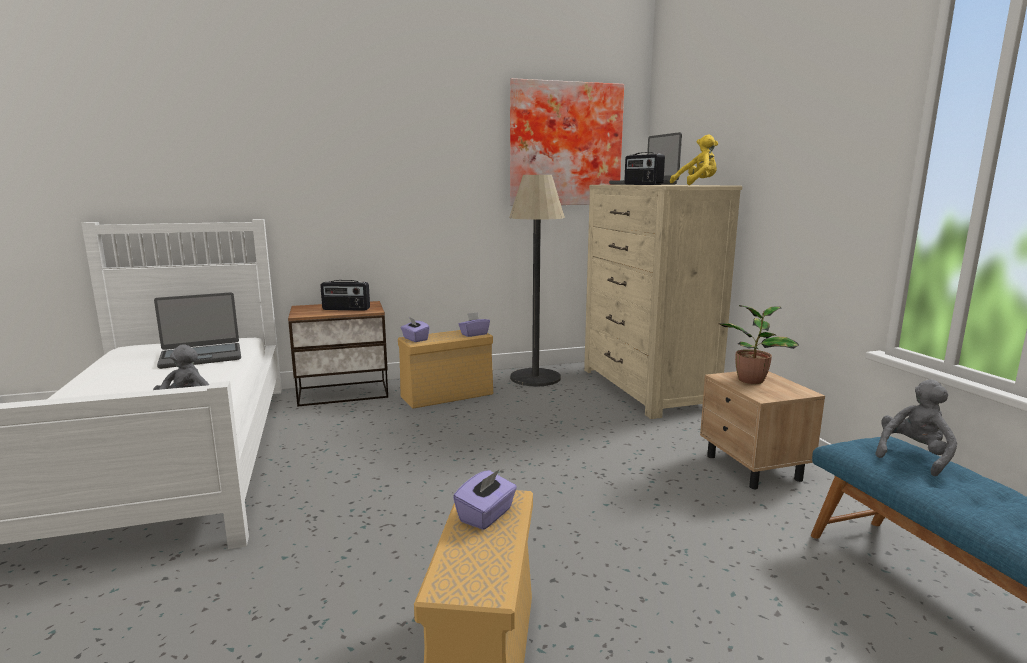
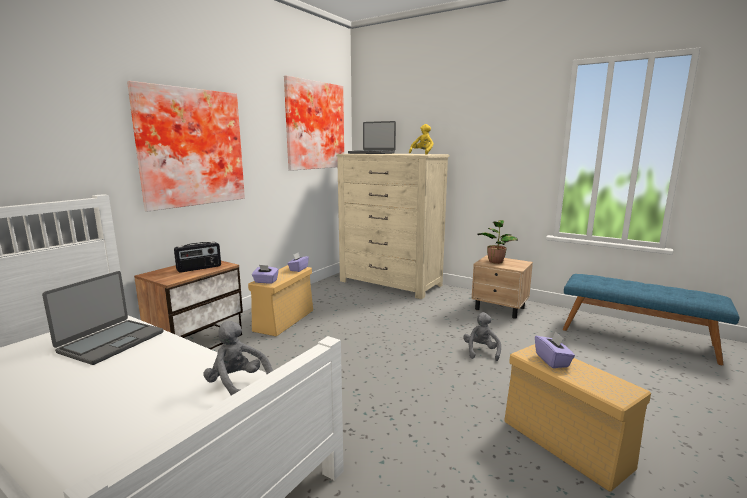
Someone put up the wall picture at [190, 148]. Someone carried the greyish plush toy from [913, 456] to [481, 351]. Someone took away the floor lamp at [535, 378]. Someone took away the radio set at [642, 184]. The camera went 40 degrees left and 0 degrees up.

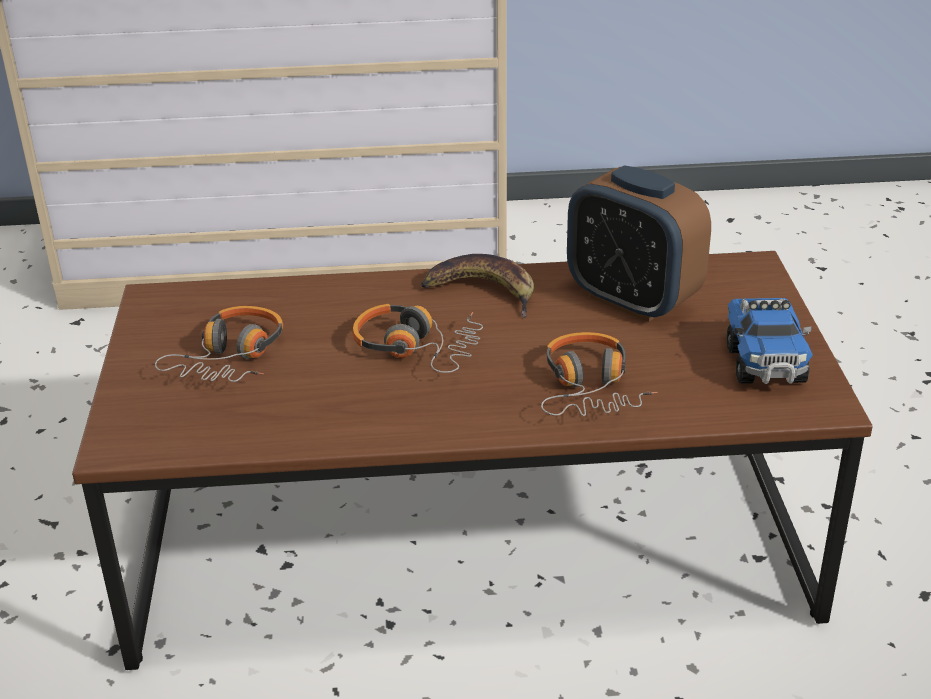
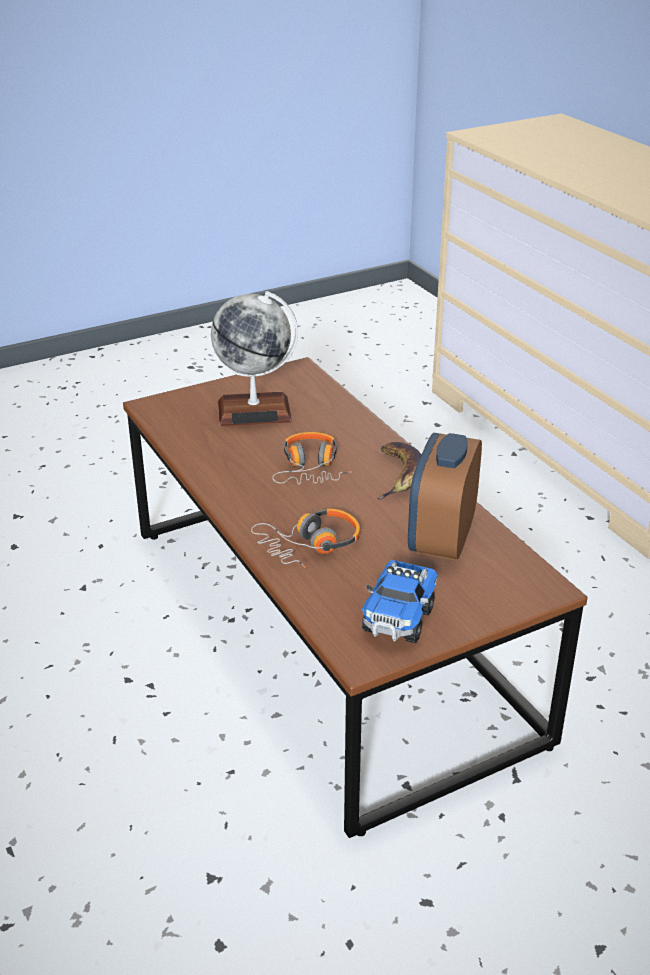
Someone swapped the headset at [231, 358] for the desk globe at [254, 411]. Someone rotated the model truck at [764, 363] by 45 degrees counterclockwise. The camera went 65 degrees right and 0 degrees up.

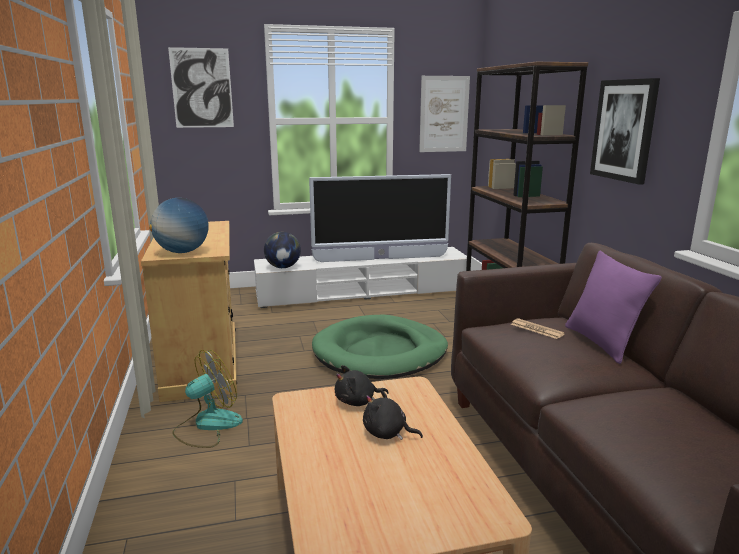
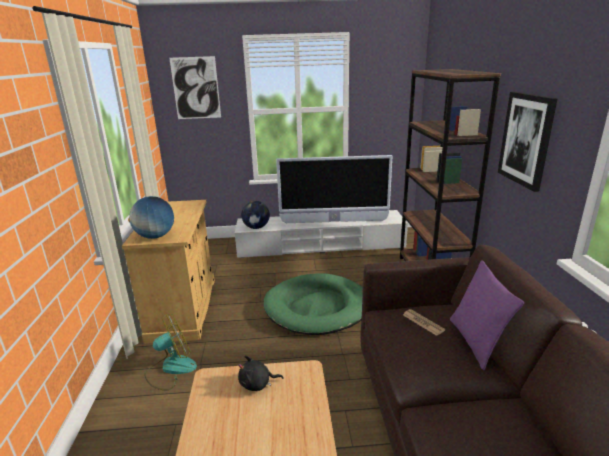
Someone took away the blackish plush toy at [387, 433]. Someone took away the wall picture at [444, 114]. The camera went 10 degrees right and 5 degrees up.

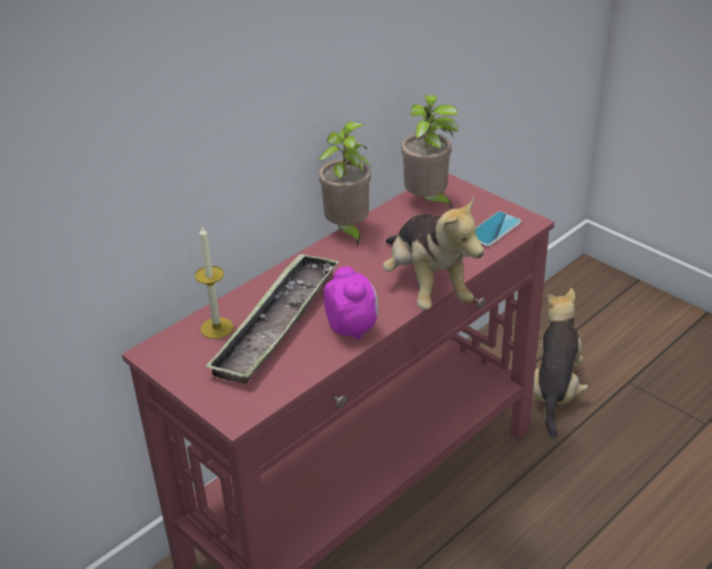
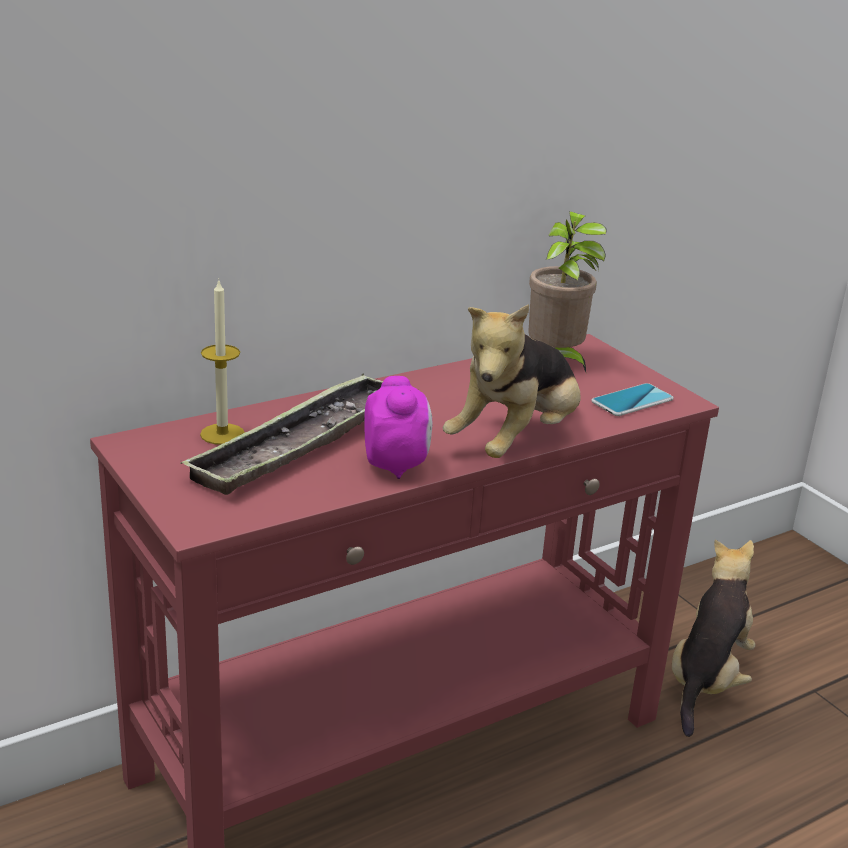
Someone rotated the plush toy at [427, 287] by 45 degrees clockwise. Someone took away the potted plant at [347, 231]. The camera went 10 degrees right and 10 degrees down.

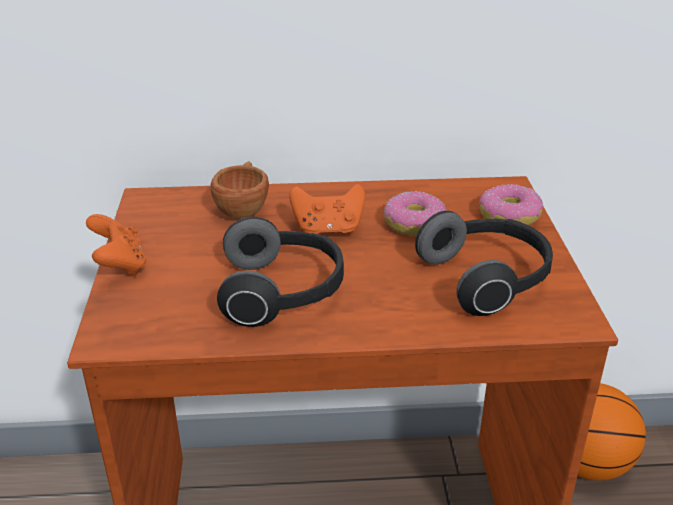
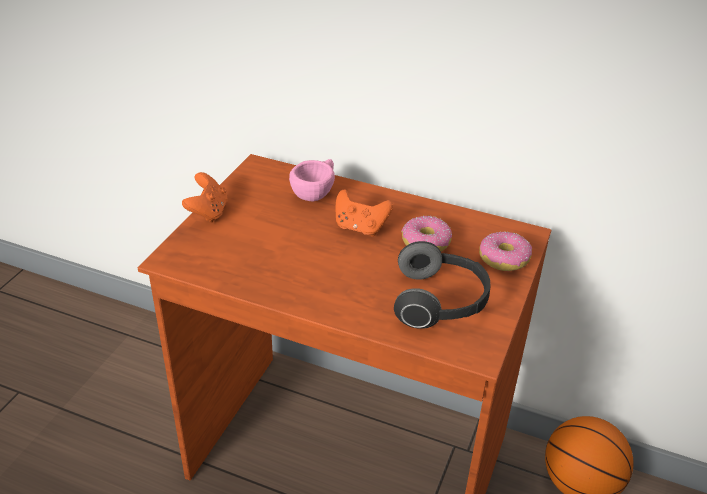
Someone repainted the brown-coloured cup at [243, 208], which became the pink cup at [316, 193]. Someone took away the headset at [283, 293]. The camera went 25 degrees right and 5 degrees up.

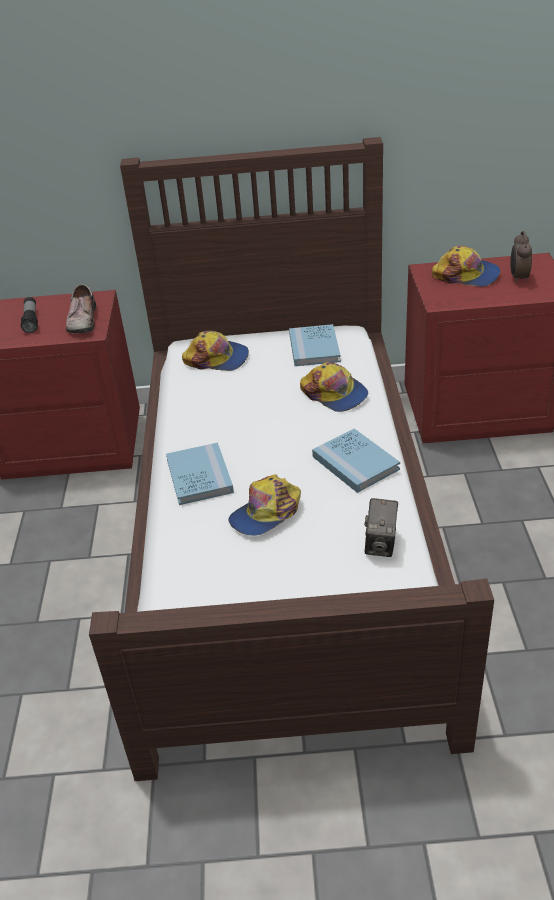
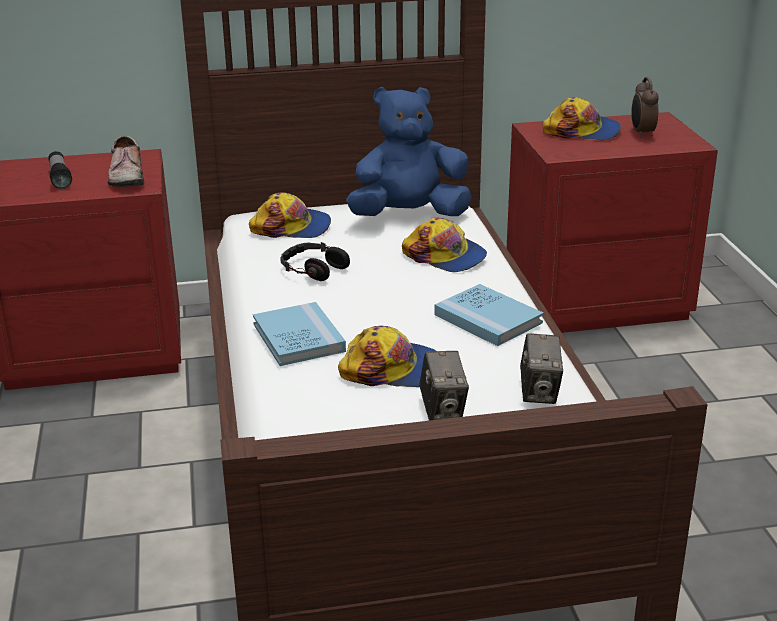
Someone put down the headset at [314, 269]. Someone rotated the baseball cap at [266, 513] by 120 degrees counterclockwise. Someone swapped the blue bound book at [314, 348] for the blue plush toy at [409, 215]. Someone put down the still camera at [443, 410]. The camera went 10 degrees left and 10 degrees down.

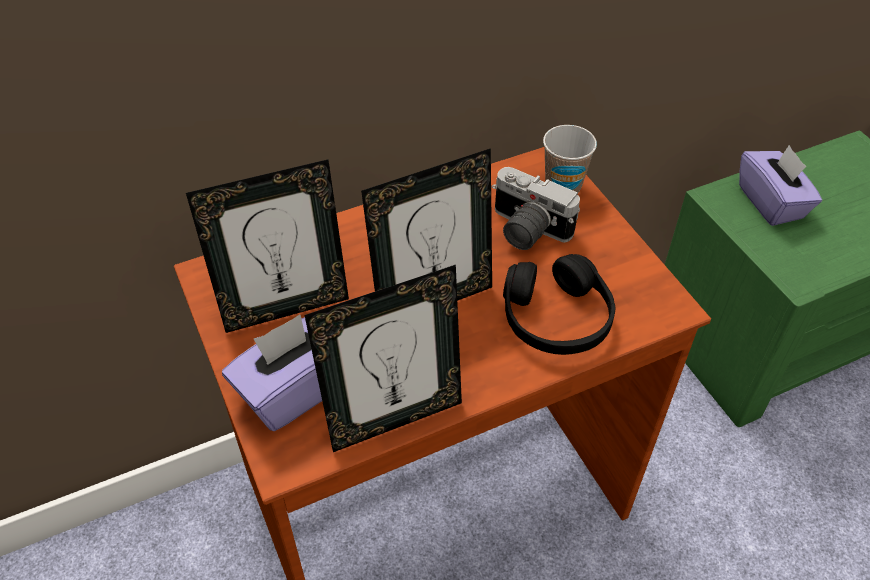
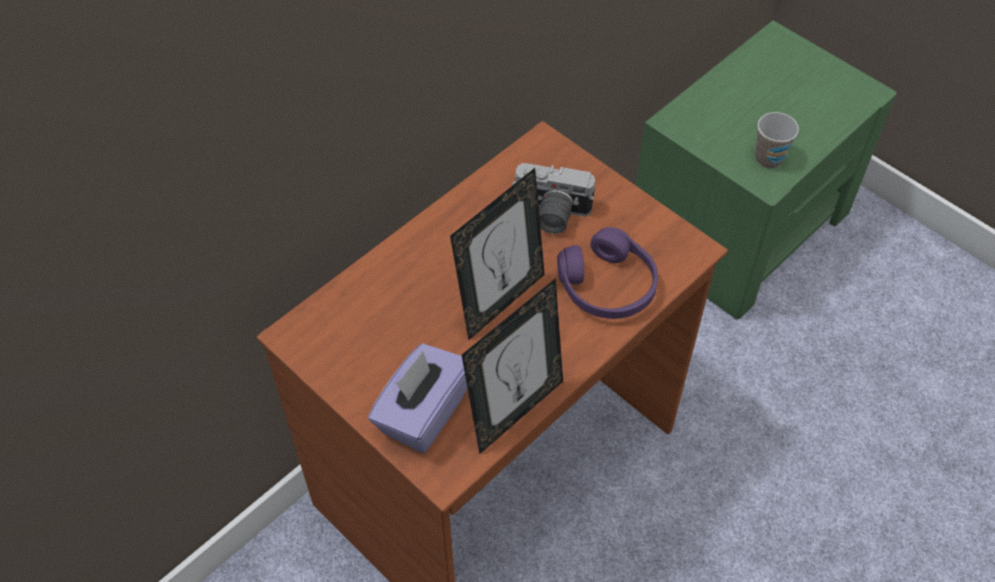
Someone repainted the blackish headset at [556, 318], which became the purplish headset at [607, 286]. Someone carried the cup from [563, 187] to [768, 159]. Someone took away the photo frame at [285, 308]. Someone took away the purplish box of tissues at [771, 202]. The camera went 20 degrees left and 5 degrees up.

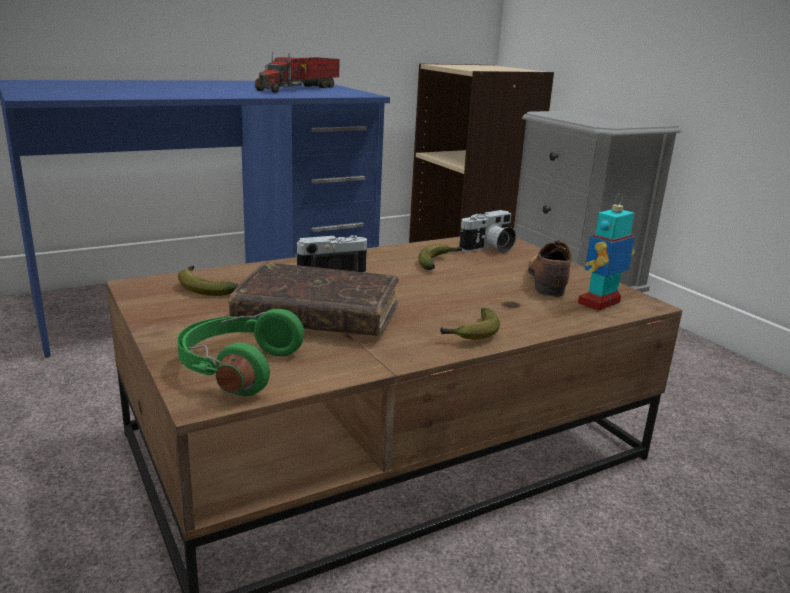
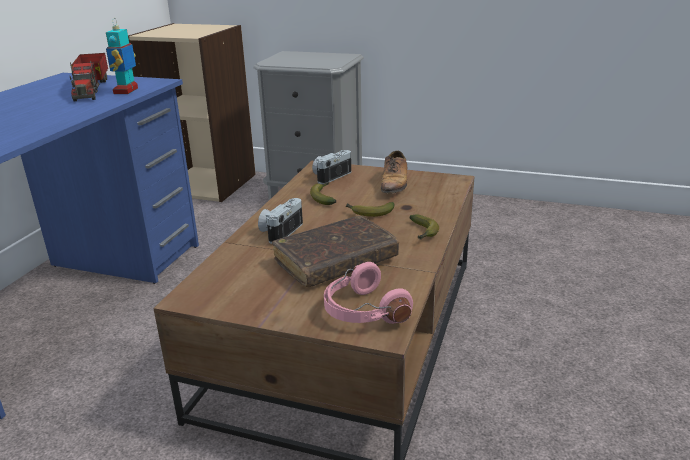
Someone carried the model robot from [600, 303] to [126, 91]. Someone rotated the still camera at [489, 249] by 150 degrees counterclockwise. Someone repainted the green-coloured headset at [235, 367], which became the pink headset at [362, 311]. Someone carried the whole banana from [203, 287] to [369, 213]. Someone rotated the shoe at [547, 279] by 135 degrees counterclockwise. The camera went 40 degrees left and 5 degrees up.

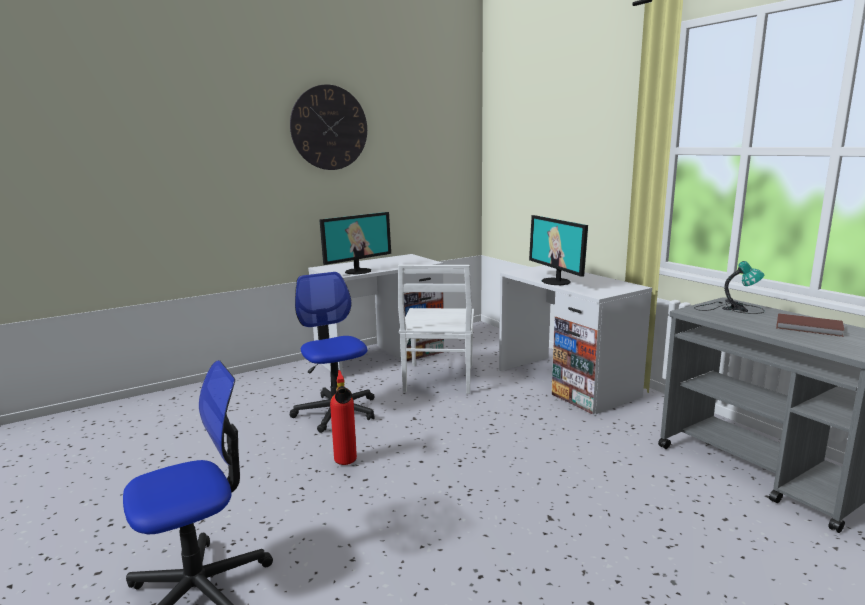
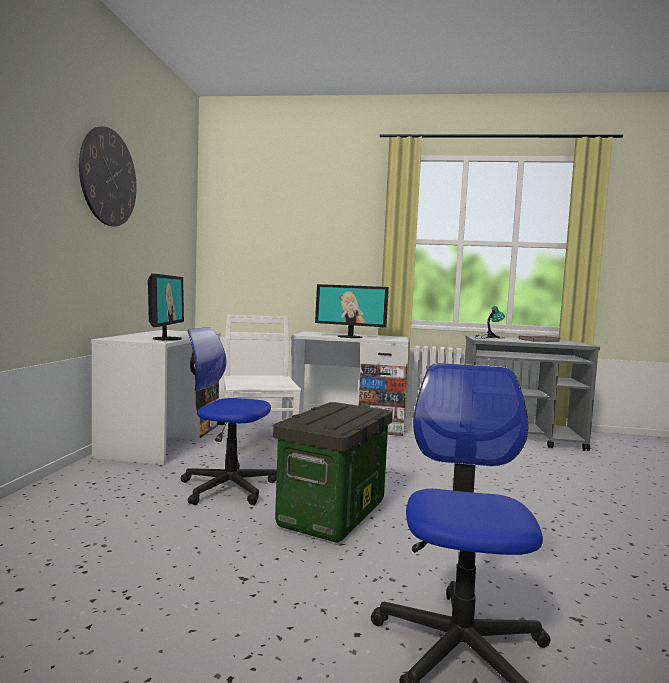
Someone rotated the white upright chair at [438, 379] by 150 degrees counterclockwise. Someone swapped the extinguisher at [346, 464] for the storage container at [333, 515]. The camera went 50 degrees left and 10 degrees down.

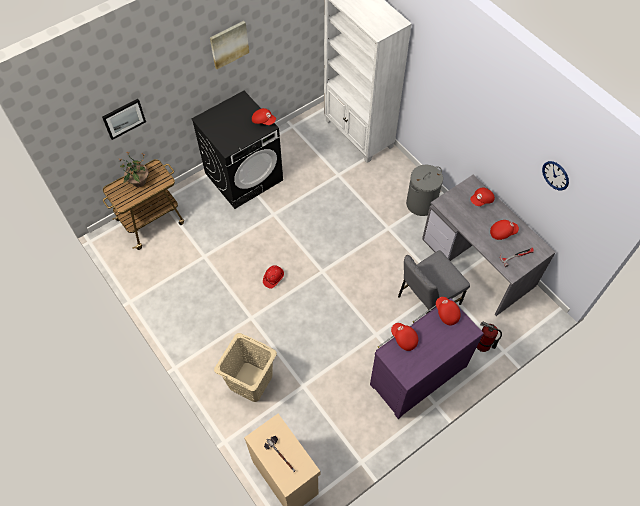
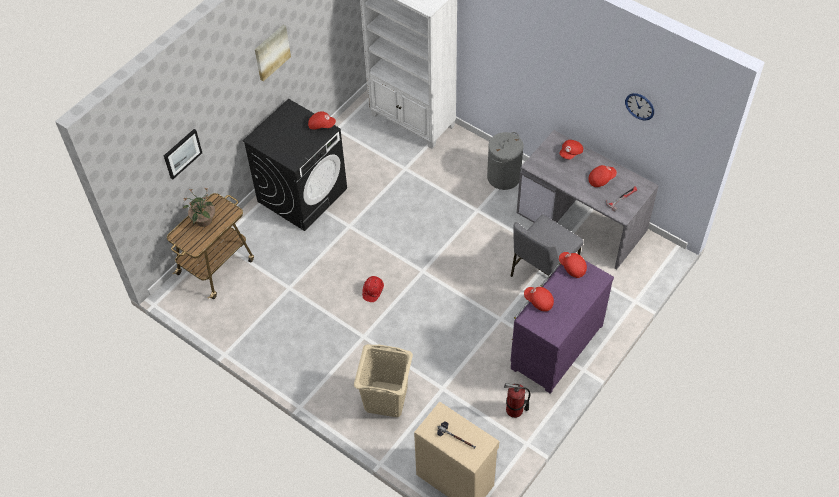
Someone carried the extinguisher from [483, 345] to [514, 410]. The camera went 15 degrees left and 5 degrees down.

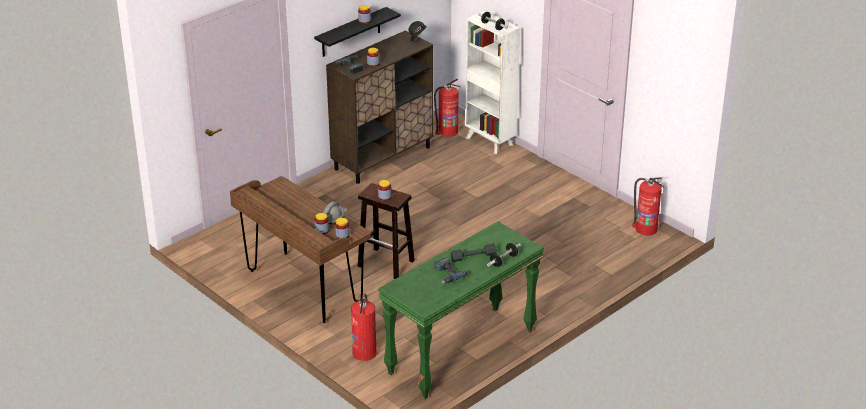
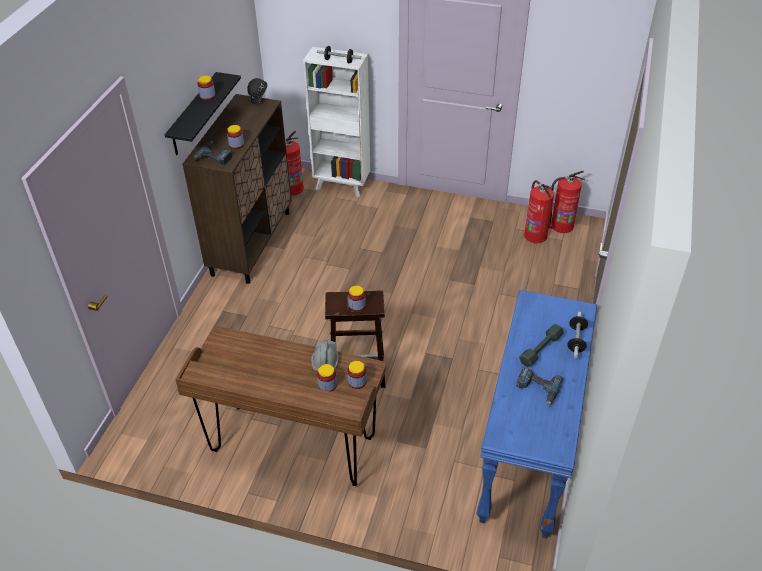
Someone repainted the green-coloured console table at [461, 353], which became the blue console table at [529, 452]. Someone carried the extinguisher from [364, 352] to [535, 235]. The camera went 30 degrees left and 10 degrees up.

